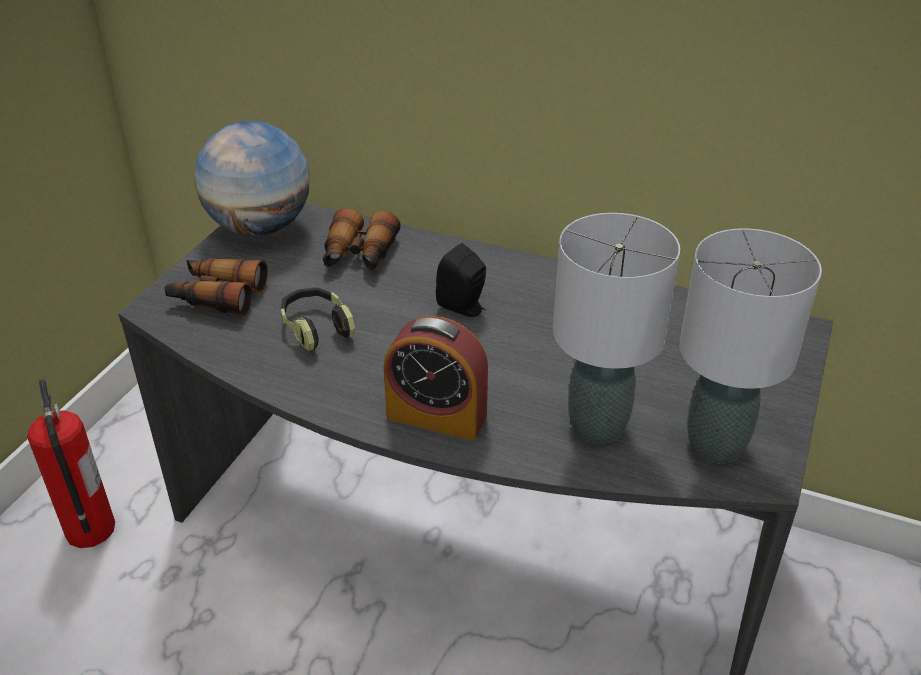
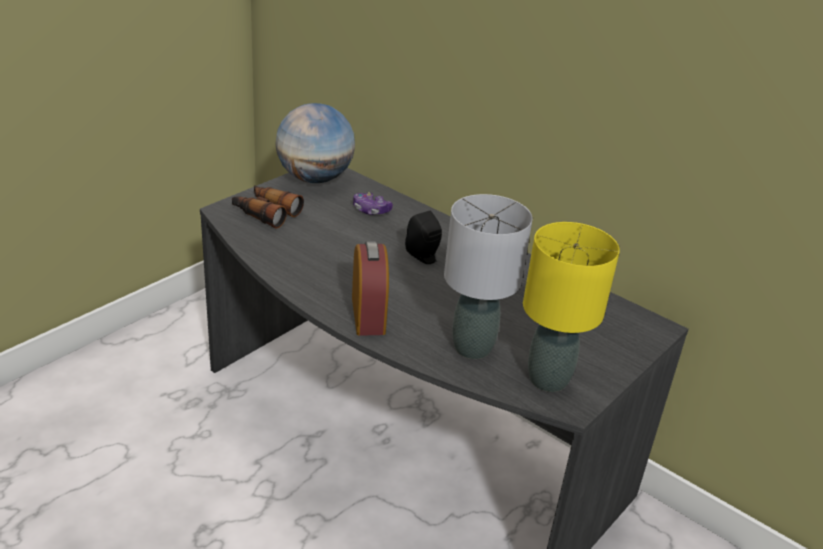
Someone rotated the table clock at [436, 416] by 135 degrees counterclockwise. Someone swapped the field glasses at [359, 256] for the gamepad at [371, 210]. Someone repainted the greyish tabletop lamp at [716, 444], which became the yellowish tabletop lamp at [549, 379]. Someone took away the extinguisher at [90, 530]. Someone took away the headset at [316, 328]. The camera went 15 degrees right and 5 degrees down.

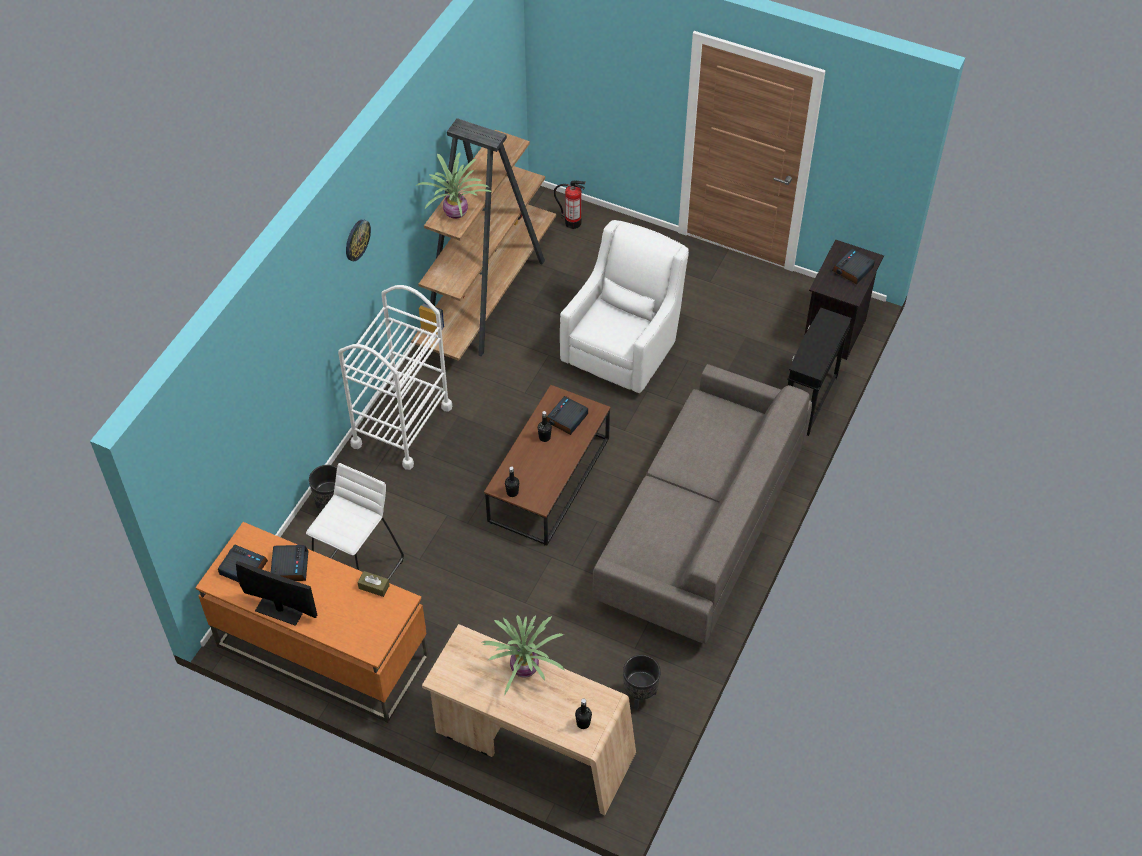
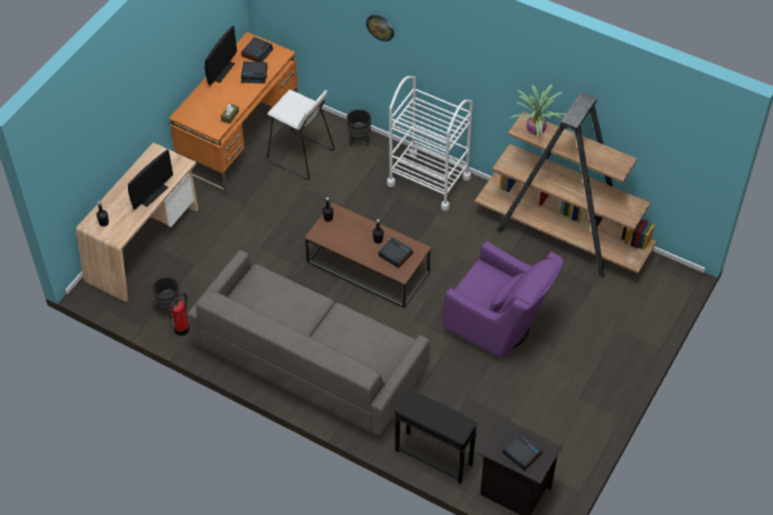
Someone swapped the potted plant at [523, 669] for the monitor at [152, 194]. Someone carried the extinguisher from [573, 222] to [182, 329]. Someone carried the wall clock from [357, 239] to [380, 27]. Someone repainted the white lounge chair at [623, 349], which became the purplish lounge chair at [499, 326]. The camera went 95 degrees right and 0 degrees up.

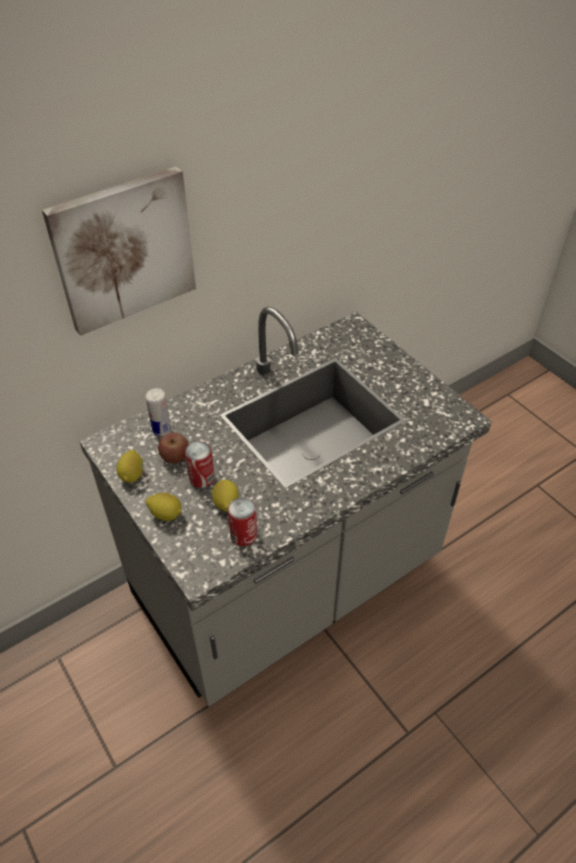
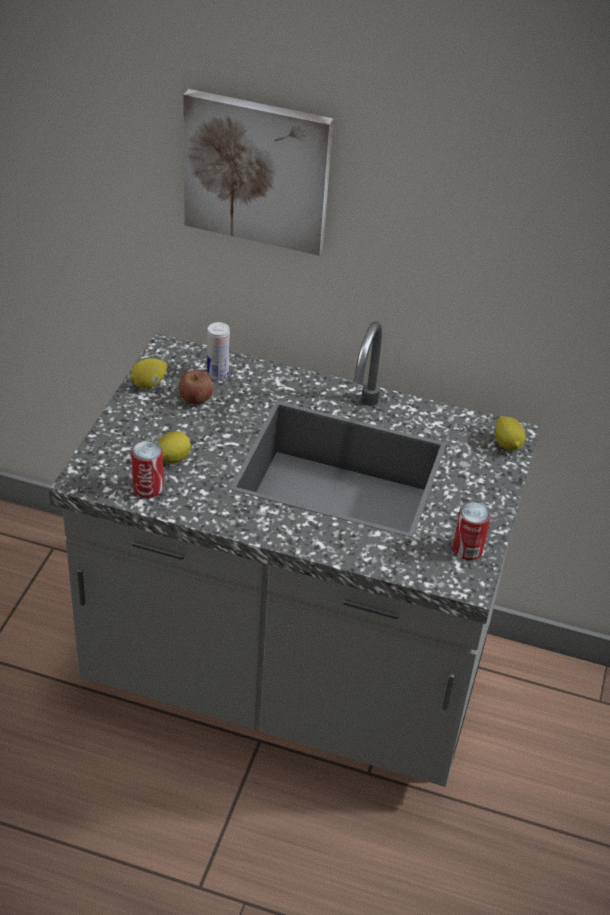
Someone carried the metal can from [202, 478] to [467, 549]. Someone carried the whole lemon from [166, 514] to [507, 444]. The camera went 50 degrees right and 5 degrees down.

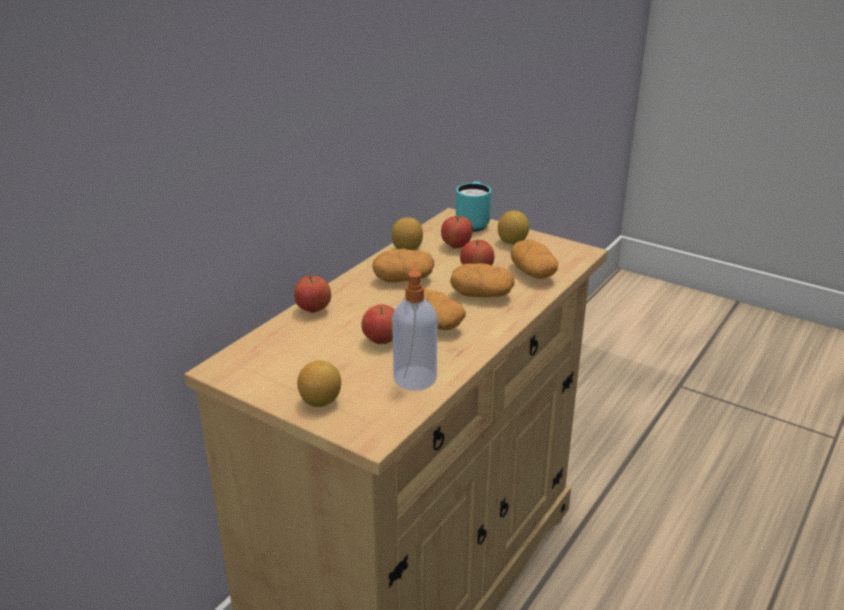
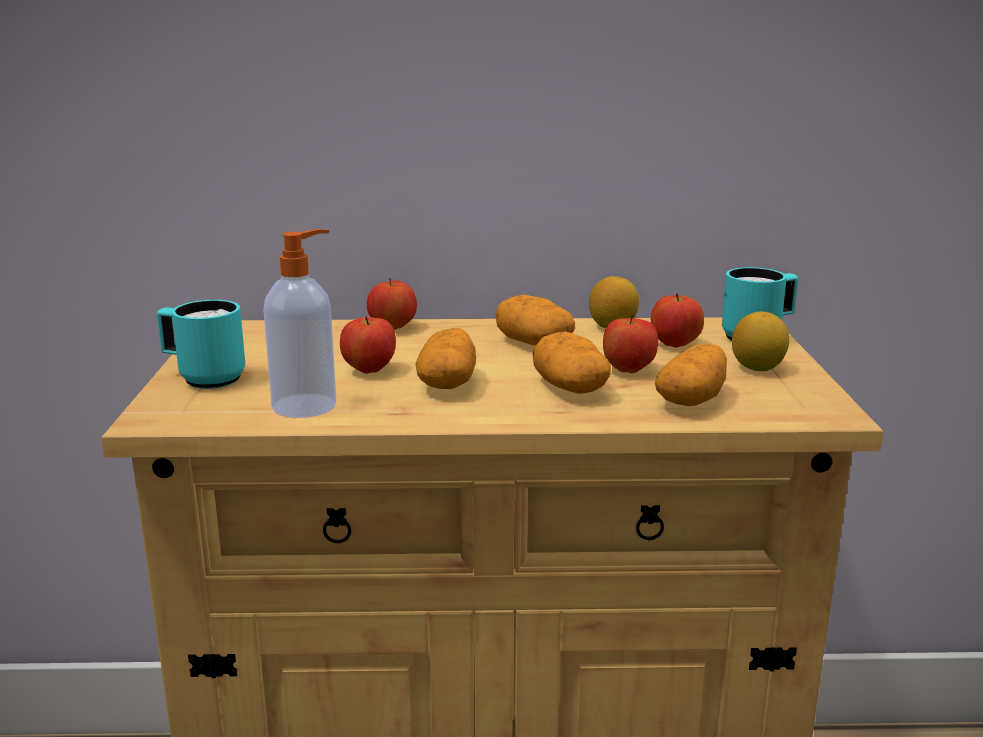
Someone swapped the whole lemon at [320, 401] for the turquoise mug at [203, 378]. The camera went 55 degrees right and 10 degrees down.

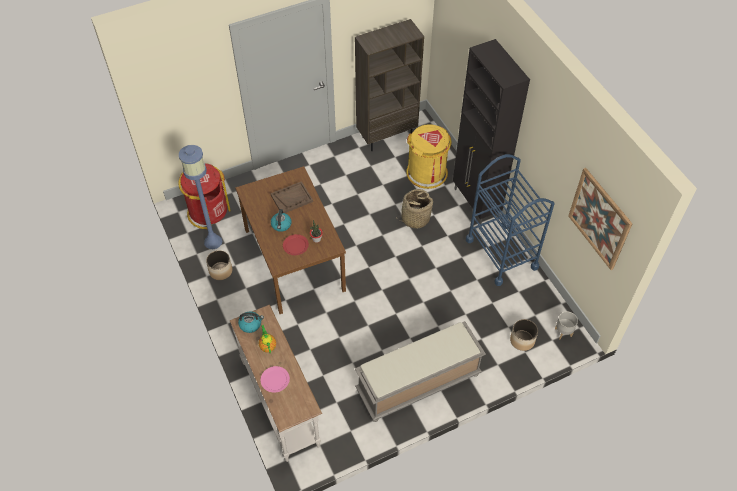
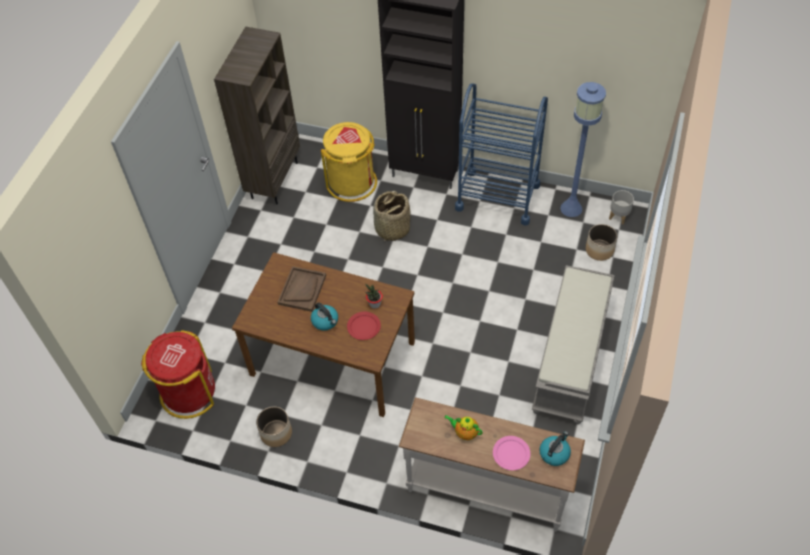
Someone carried the tea kettle from [250, 324] to [554, 453]. Someone carried the blue floor lamp from [213, 242] to [571, 208]. Someone took away the wall picture at [599, 219]. The camera went 45 degrees left and 0 degrees up.

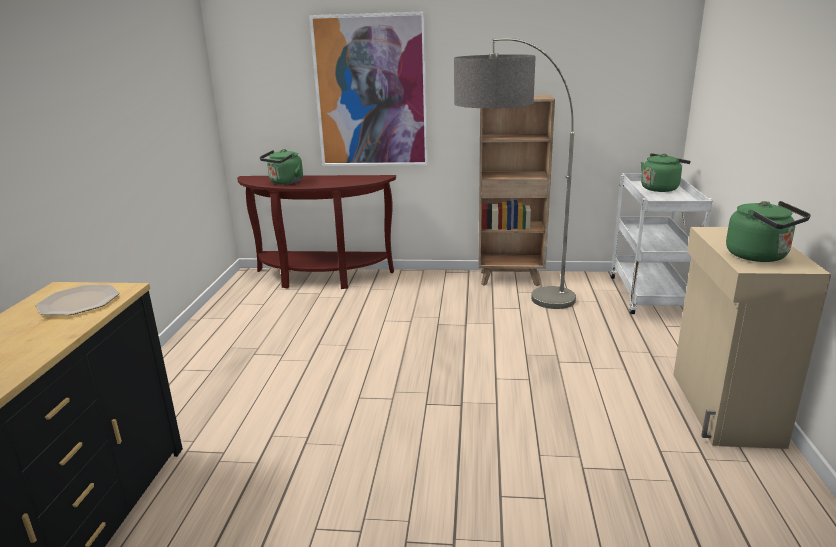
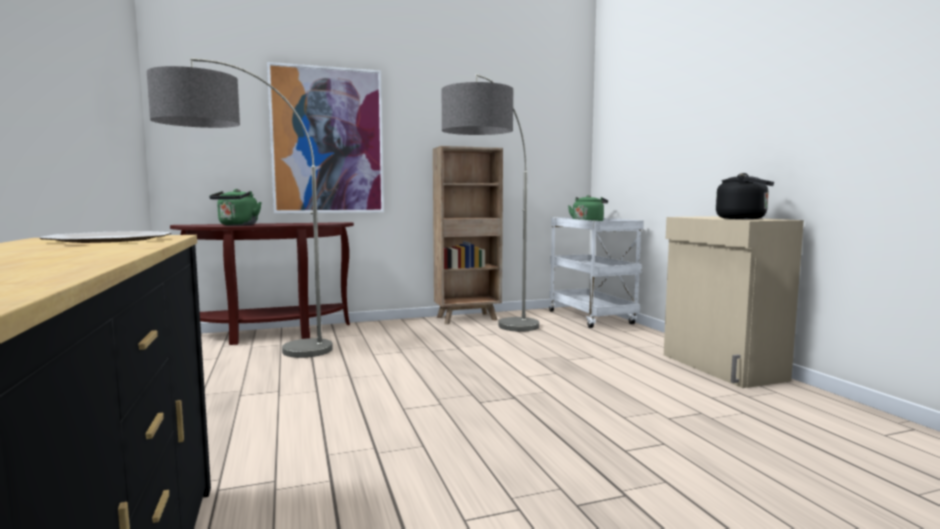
Someone put down the floor lamp at [244, 356]. Someone repainted the green-coloured tea kettle at [760, 256], which became the blackish tea kettle at [744, 218]. The camera went 25 degrees left and 15 degrees down.

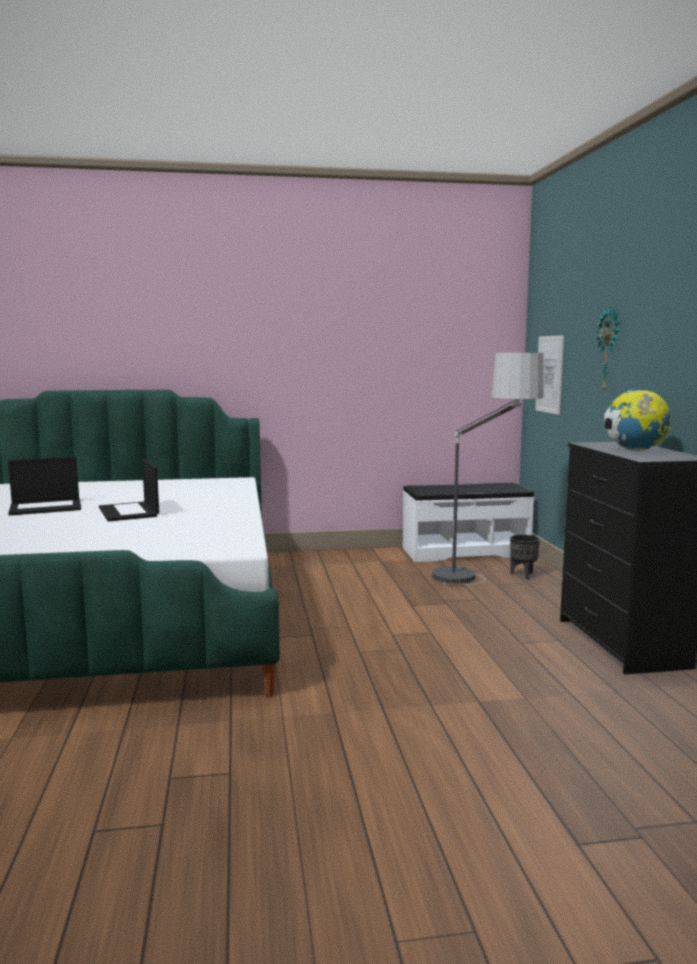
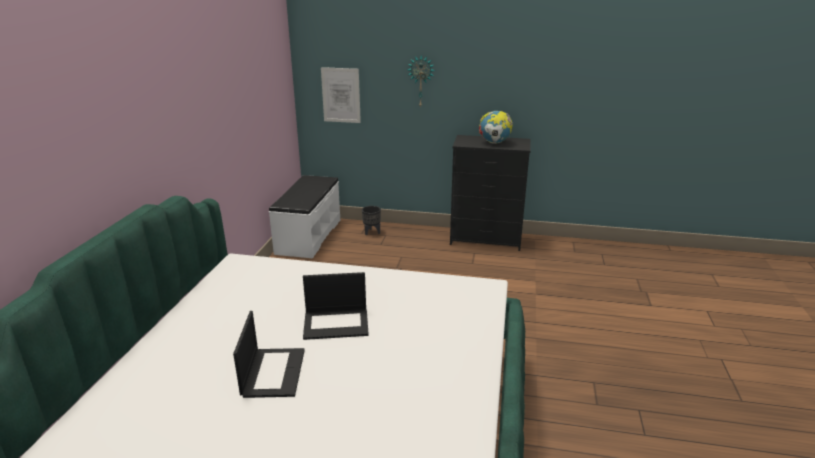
Someone took away the floor lamp at [480, 587]. The camera went 70 degrees left and 15 degrees up.

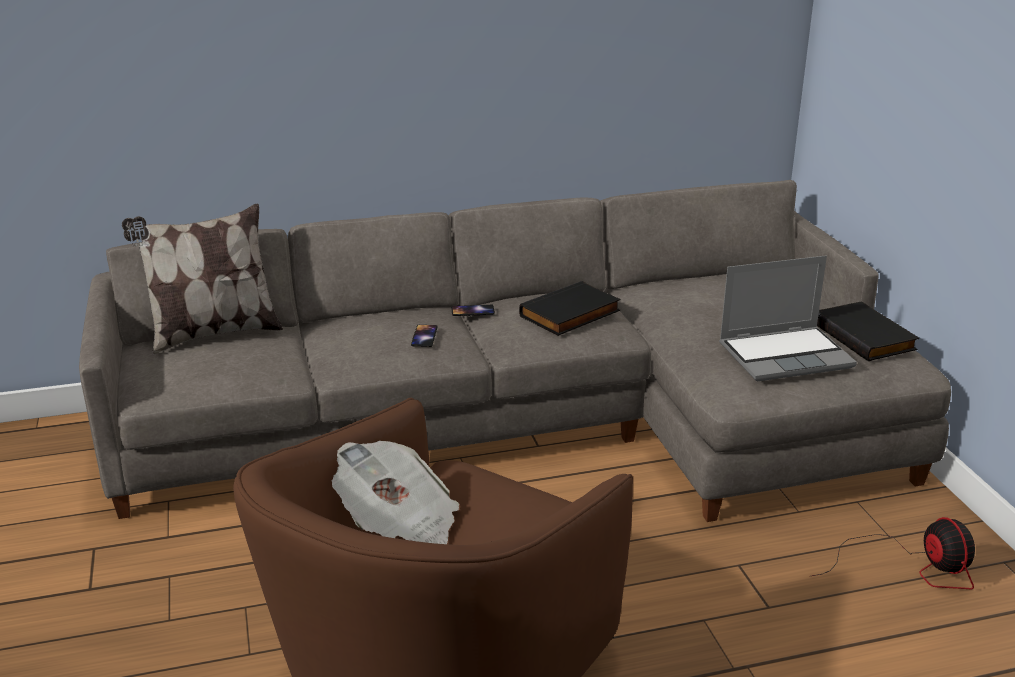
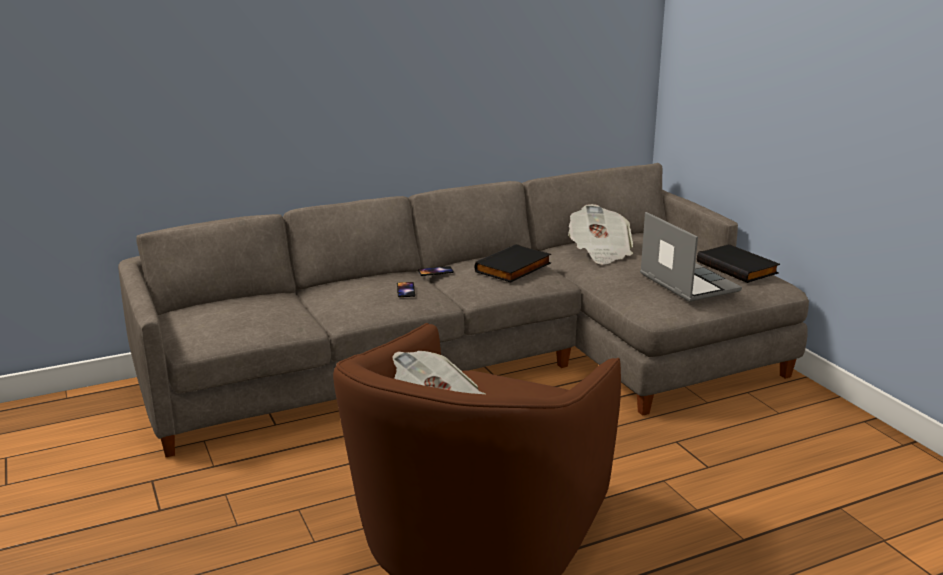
Someone put down the newspaper at [600, 252]. Someone rotated the portable computer at [786, 355] by 90 degrees counterclockwise. Someone took away the cushion at [212, 333]. Someone took away the electric fan at [911, 567]. The camera went 10 degrees left and 5 degrees down.

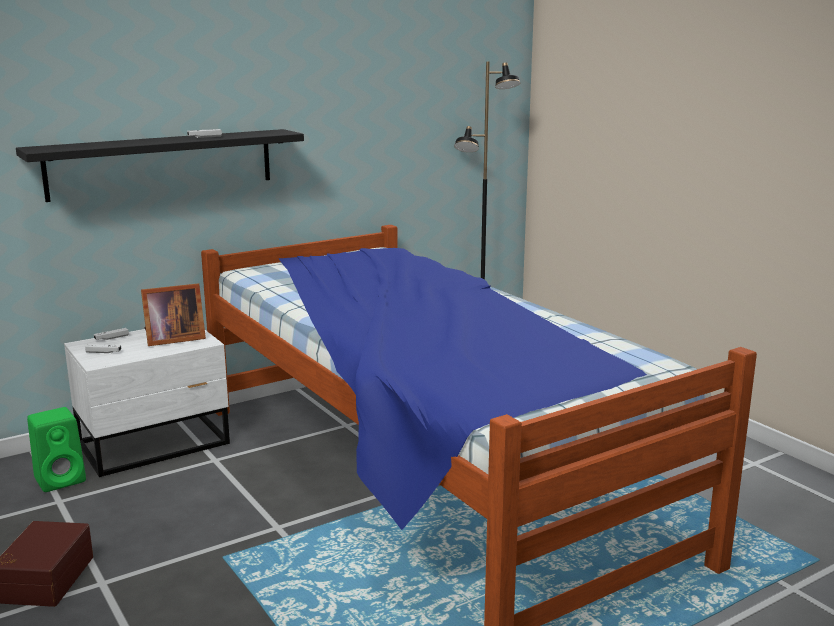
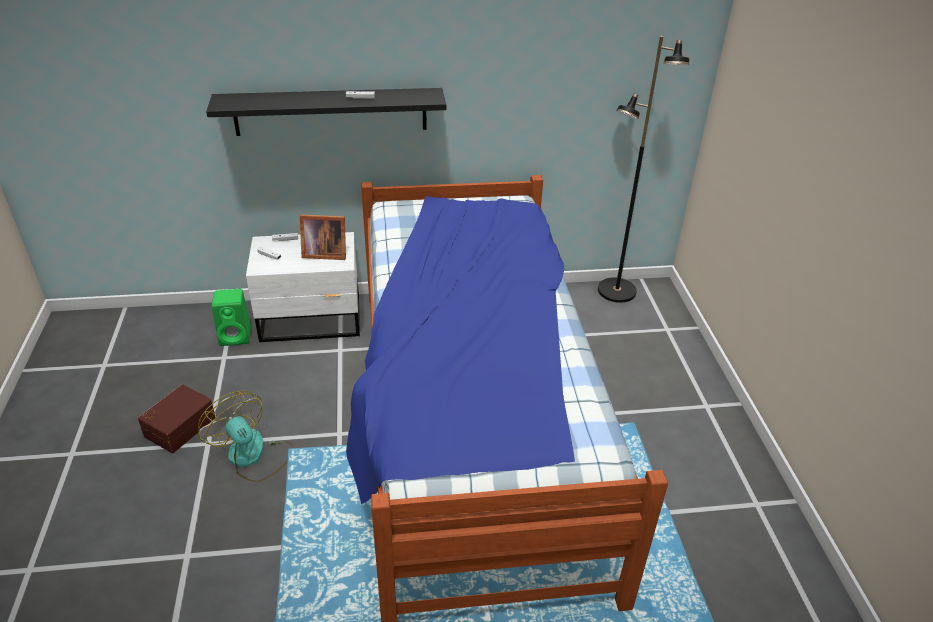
Someone put down the electric fan at [252, 456]. The camera went 25 degrees right and 20 degrees up.

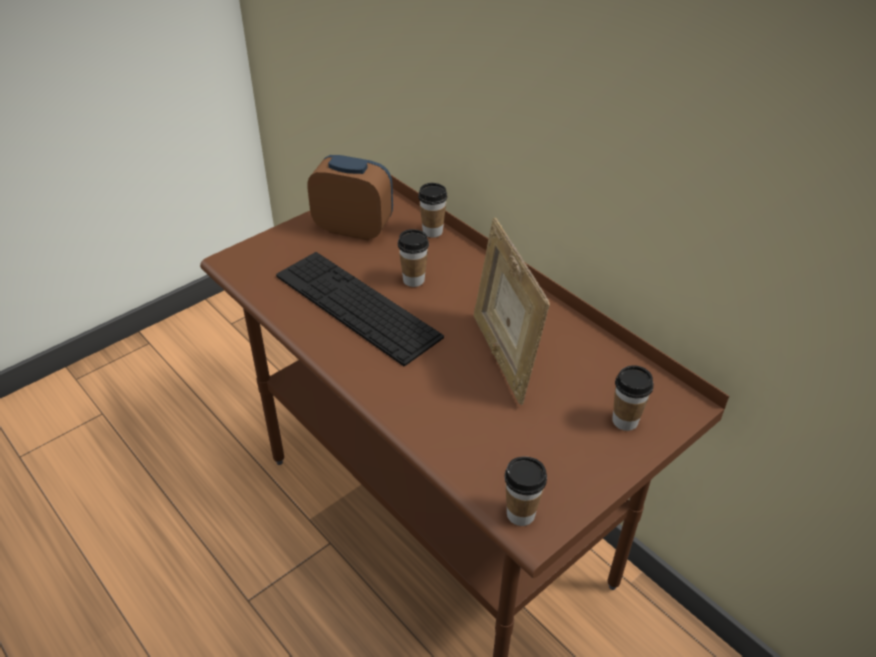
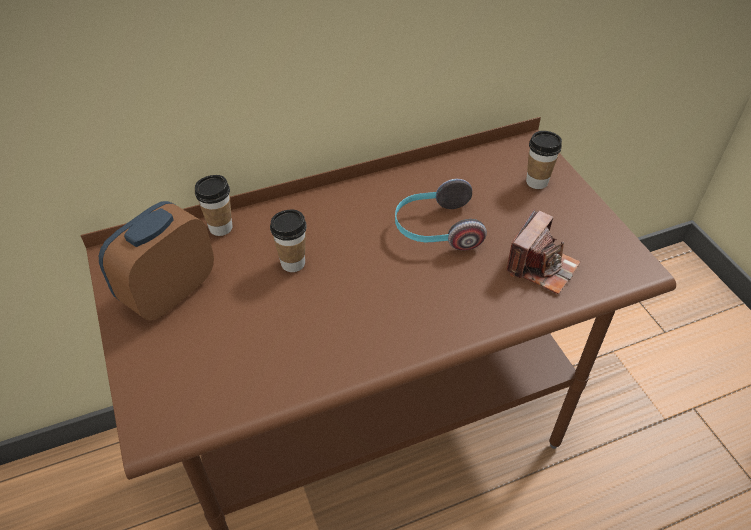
Someone swapped the photo frame at [503, 356] for the headset at [436, 229]. Someone put down the still camera at [541, 267]. Someone took away the PC keyboard at [357, 306]. Someone took away the cup at [520, 514]. The camera went 70 degrees left and 5 degrees up.

